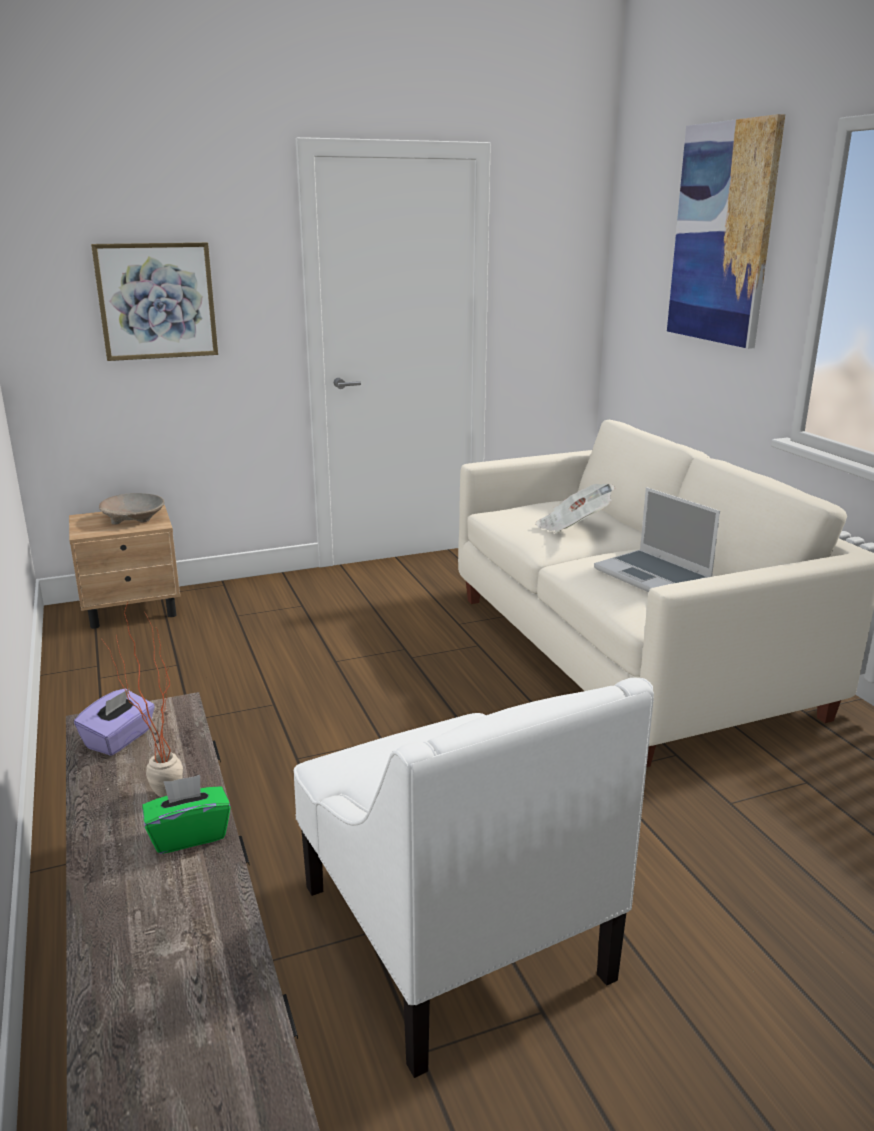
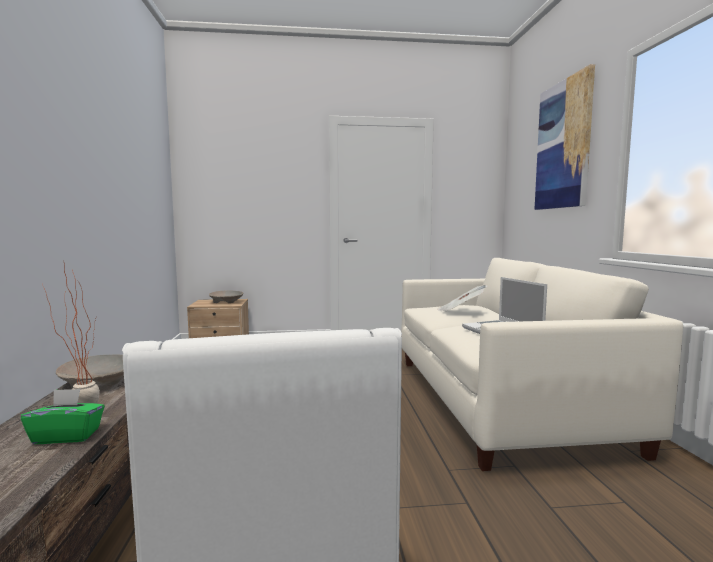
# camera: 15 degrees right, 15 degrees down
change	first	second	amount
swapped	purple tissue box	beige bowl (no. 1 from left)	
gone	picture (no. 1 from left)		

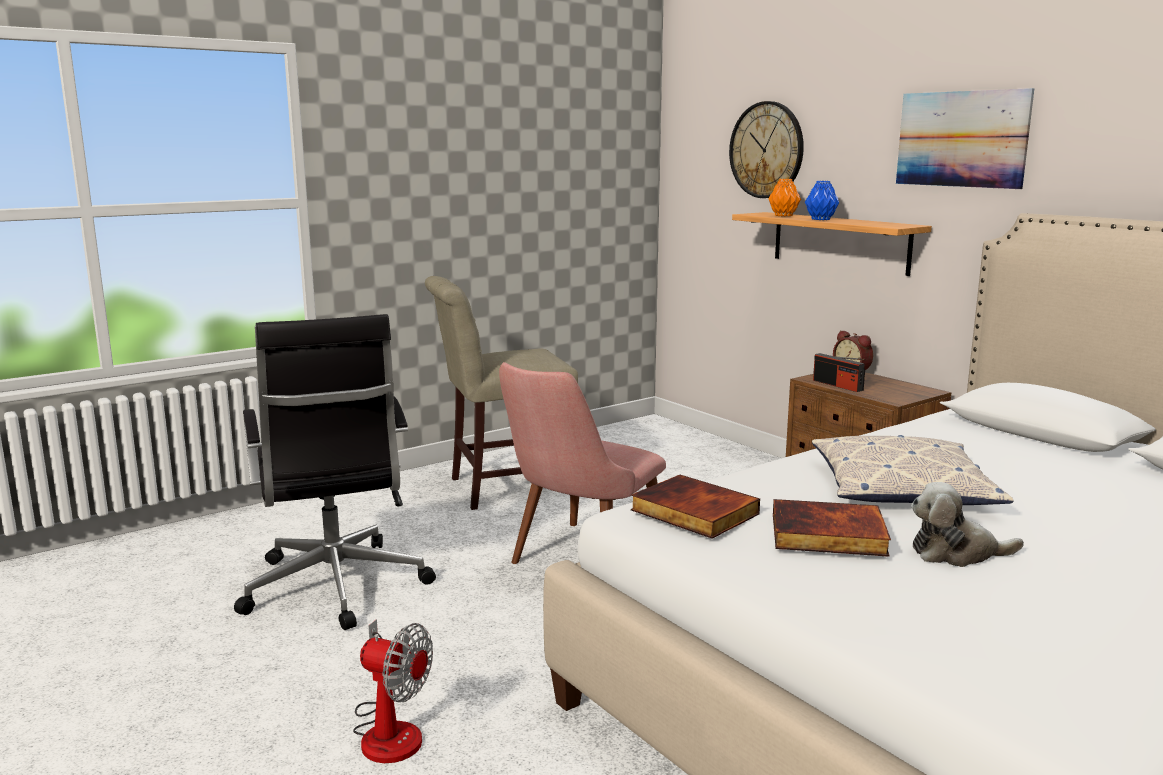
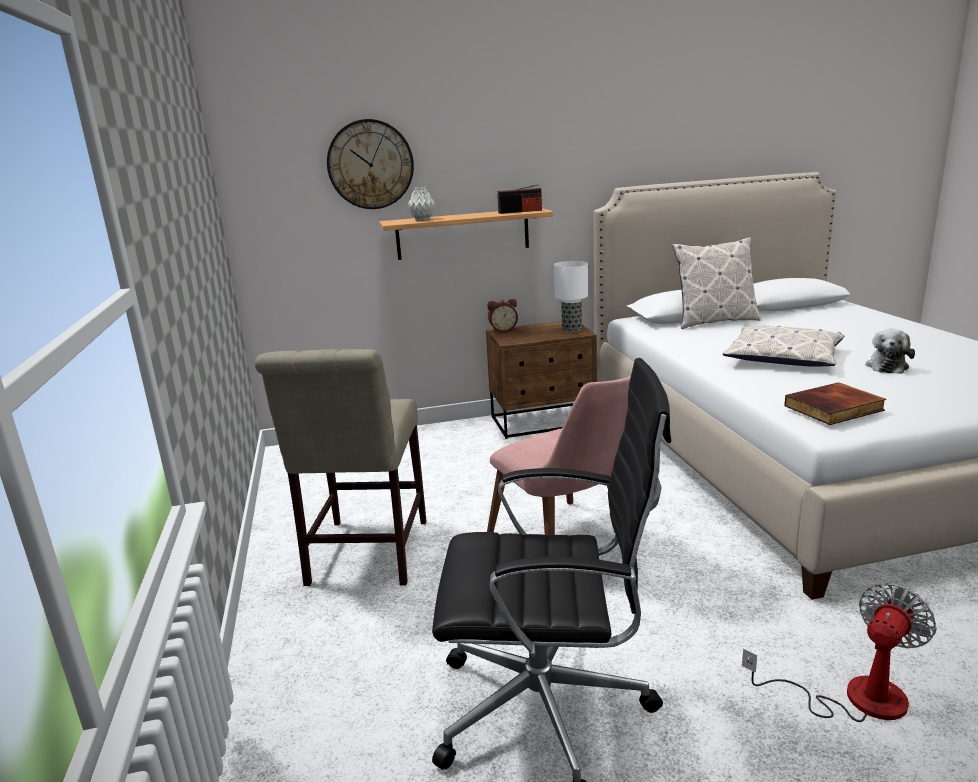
# camera: 65 degrees left, 5 degrees up
change	first	second	amount
repainted	orange vase	grey vase	
shifted	radio		
new		table lamp	
new		pillow (no. 1 from left)	
gone	book (no. 2 from left)		
gone	blue vase		
gone	picture		

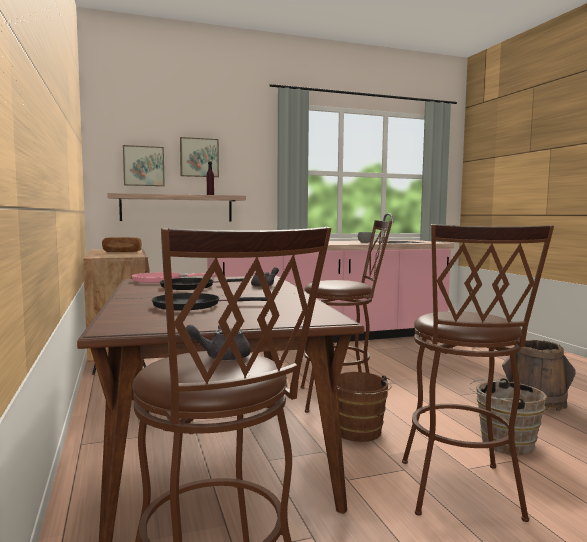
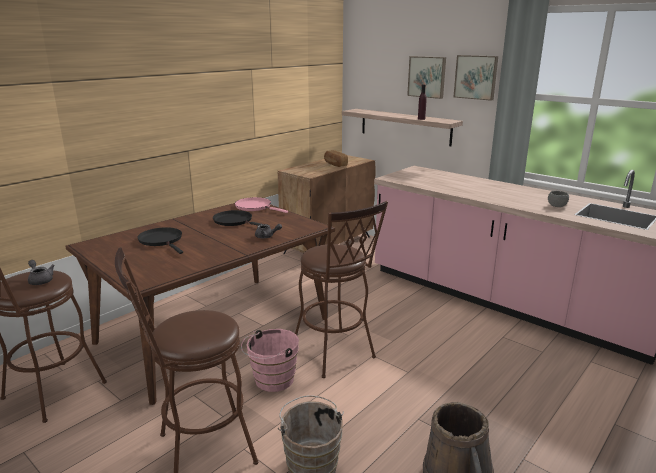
# camera: 60 degrees right, 15 degrees up
change	first	second	amount
repainted	brown bucket (no. 1 from left)	pink bucket	
shifted	picture (no. 1 from left in the first image)	picture (no. 2 from left)	

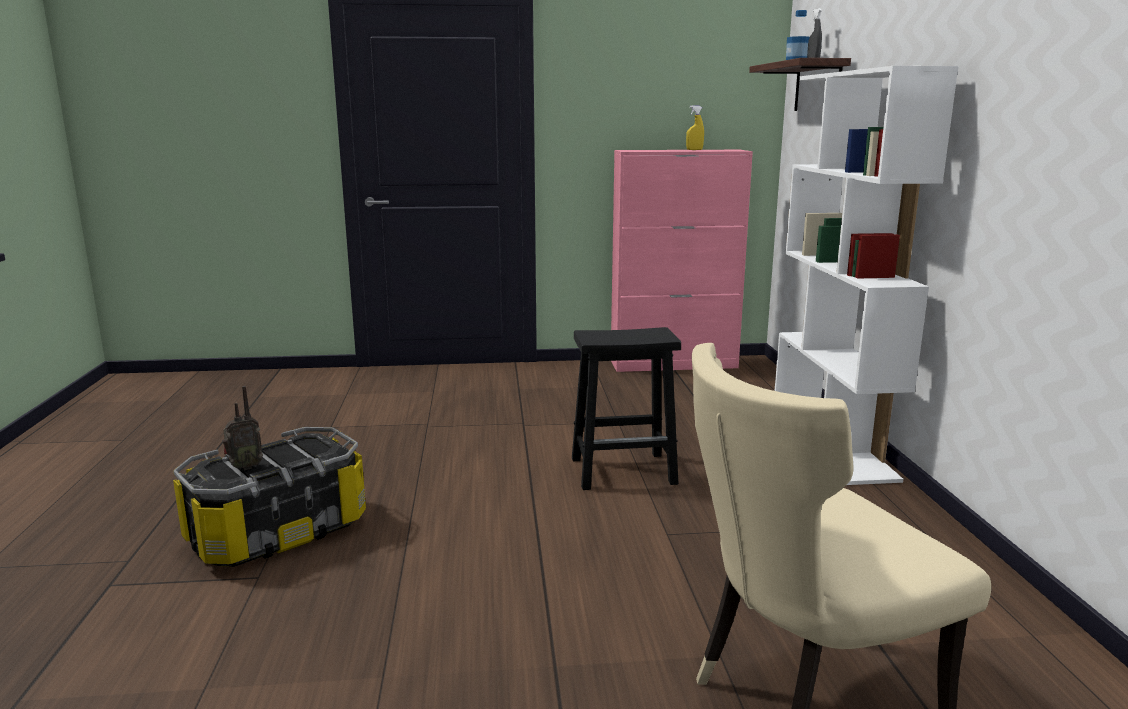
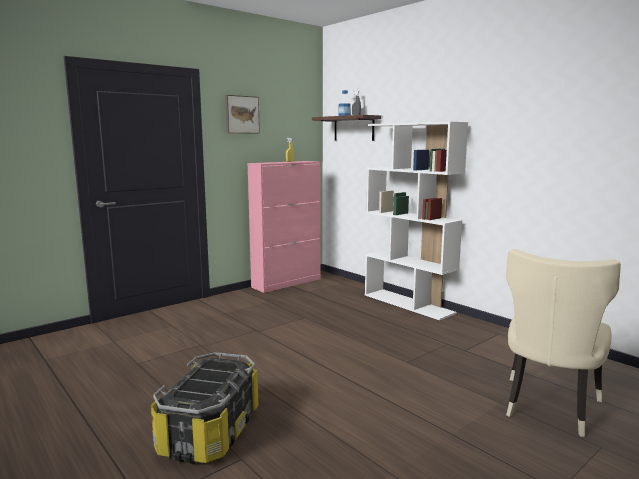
# camera: 35 degrees left, 5 degrees down
change	first	second	amount
new		picture	
gone	radio		
gone	black stool		

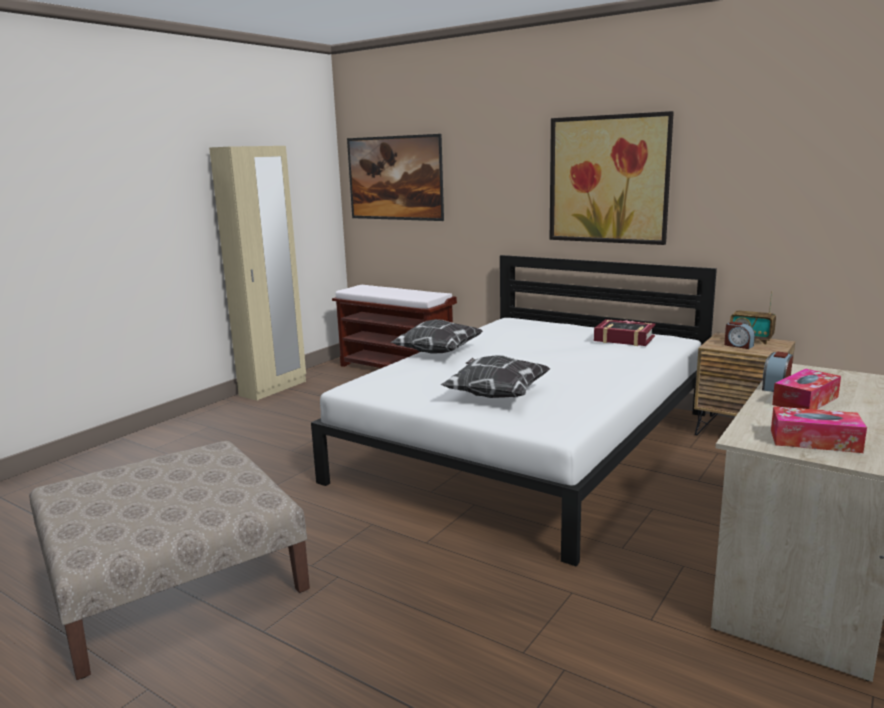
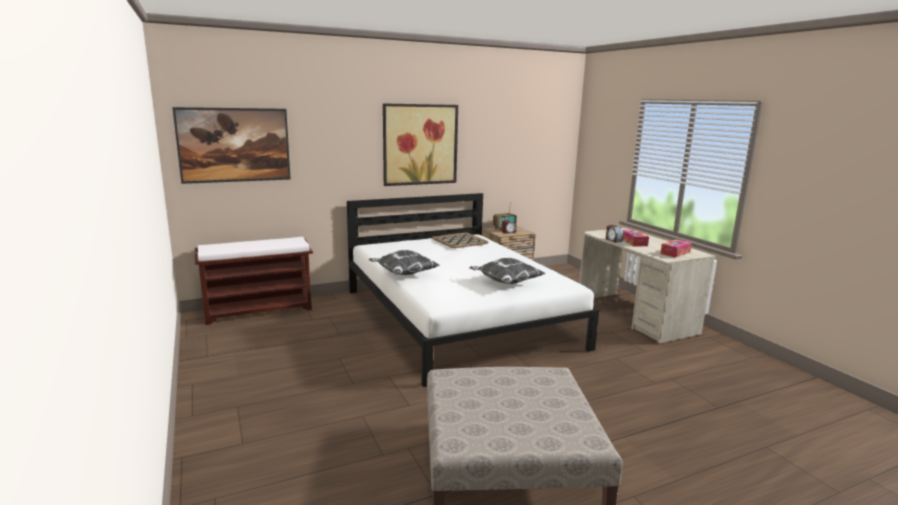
# camera: 60 degrees left, 0 degrees up
change	first	second	amount
swapped	book	tray	
gone	beige wardrobe		

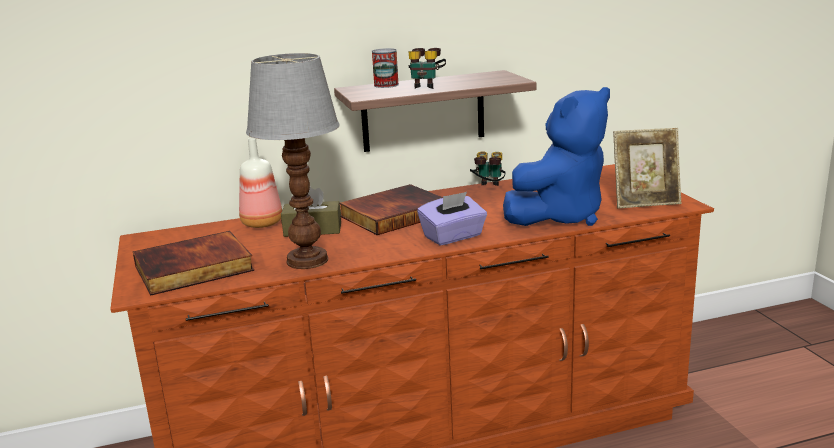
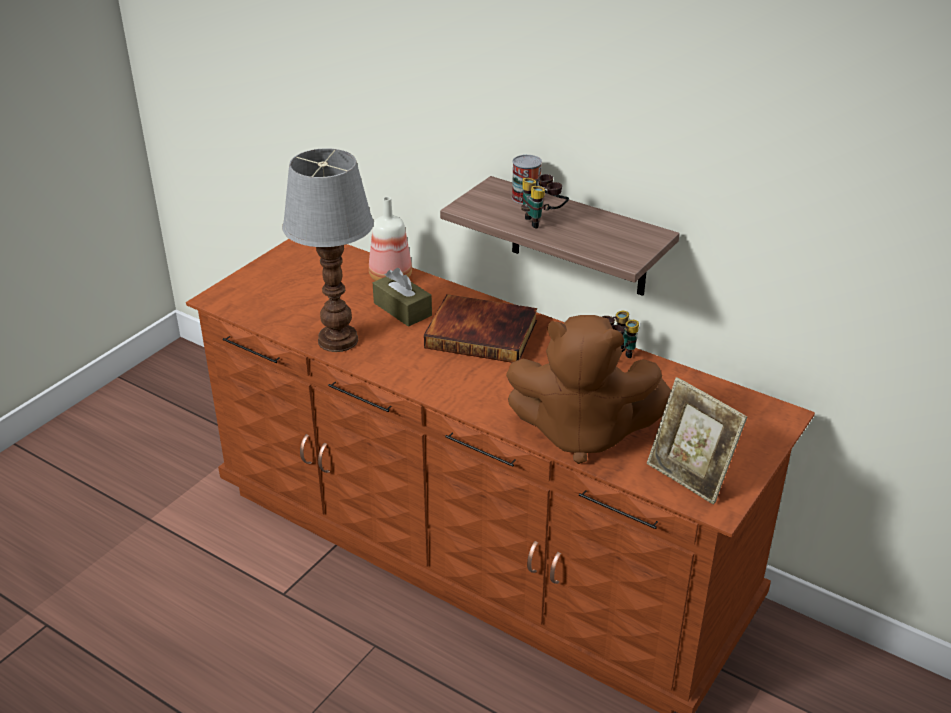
# camera: 50 degrees right, 15 degrees up
change	first	second	amount
repainted	blue plush toy	brown plush toy	
gone	book (no. 1 from left)		
gone	purple tissue box		

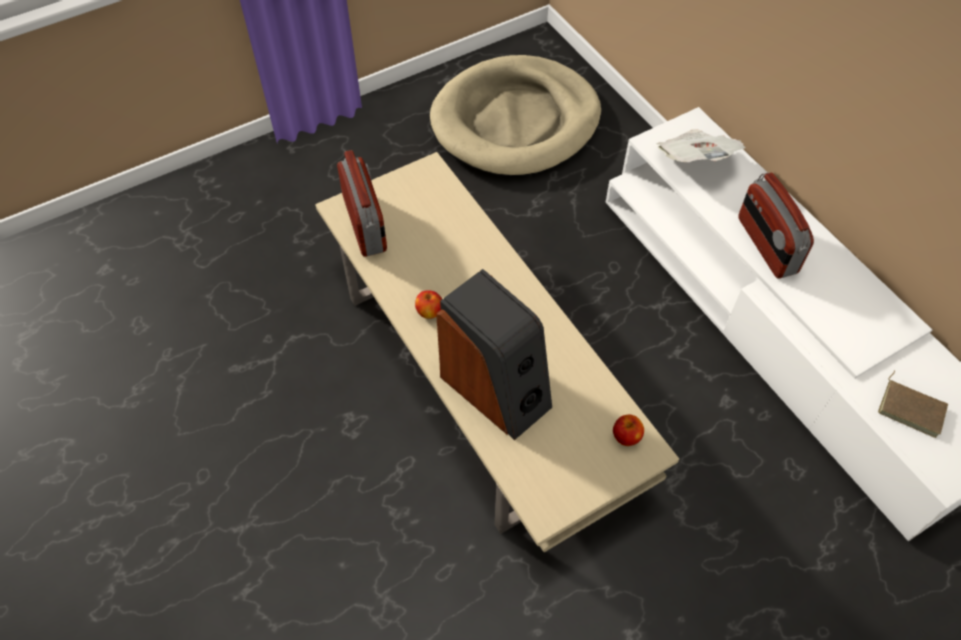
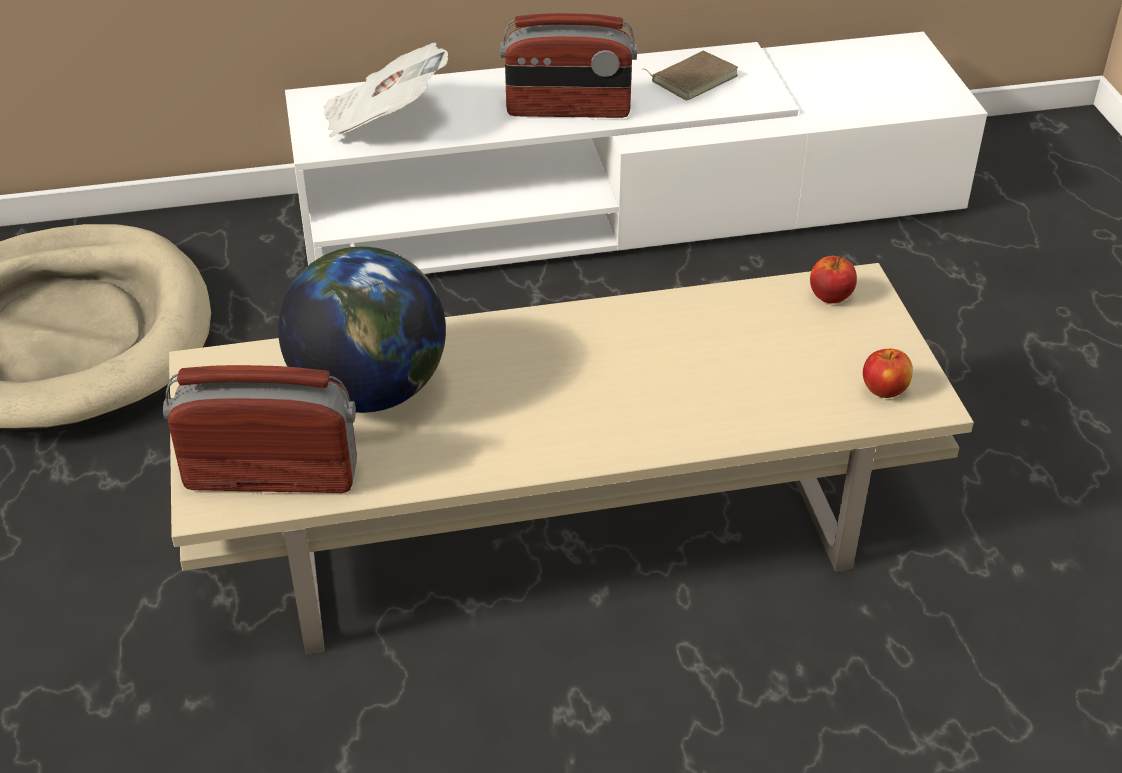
# camera: 70 degrees left, 15 degrees down
change	first	second	amount
new		globe	
shifted	brown book		
shifted	apple (no. 1 from left in the first image)	apple (no. 2 from left)	
gone	speaker		

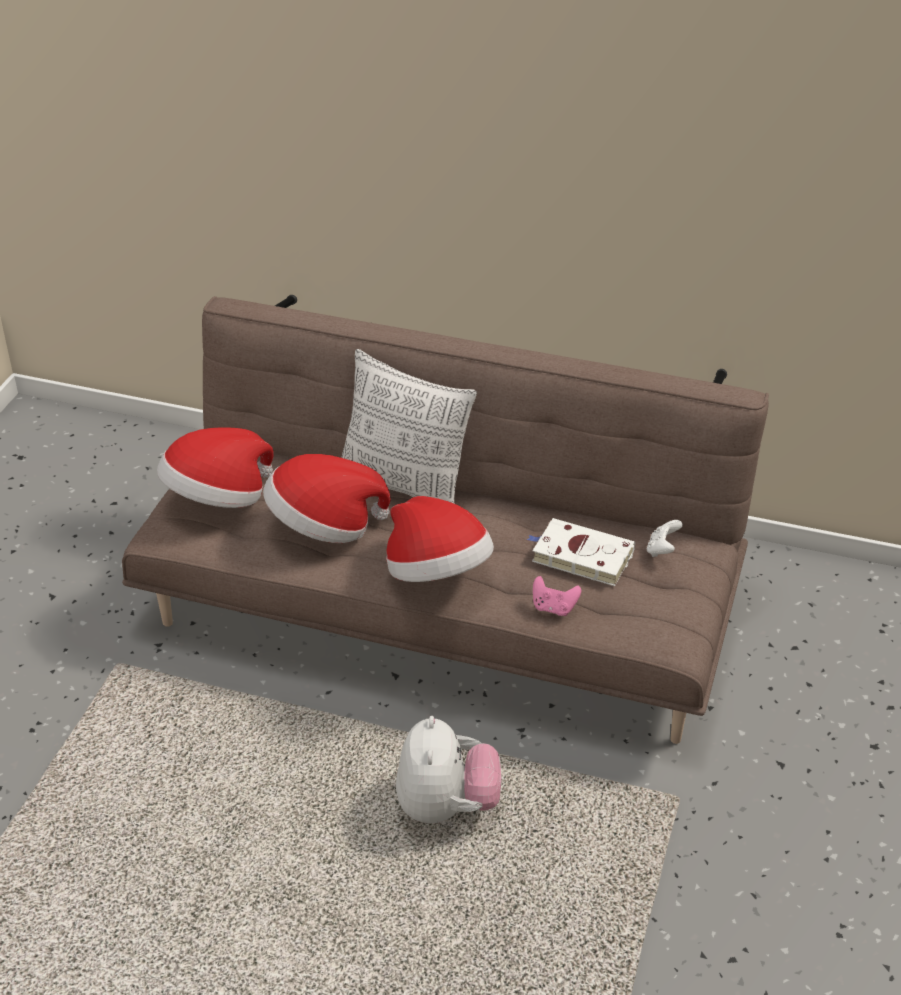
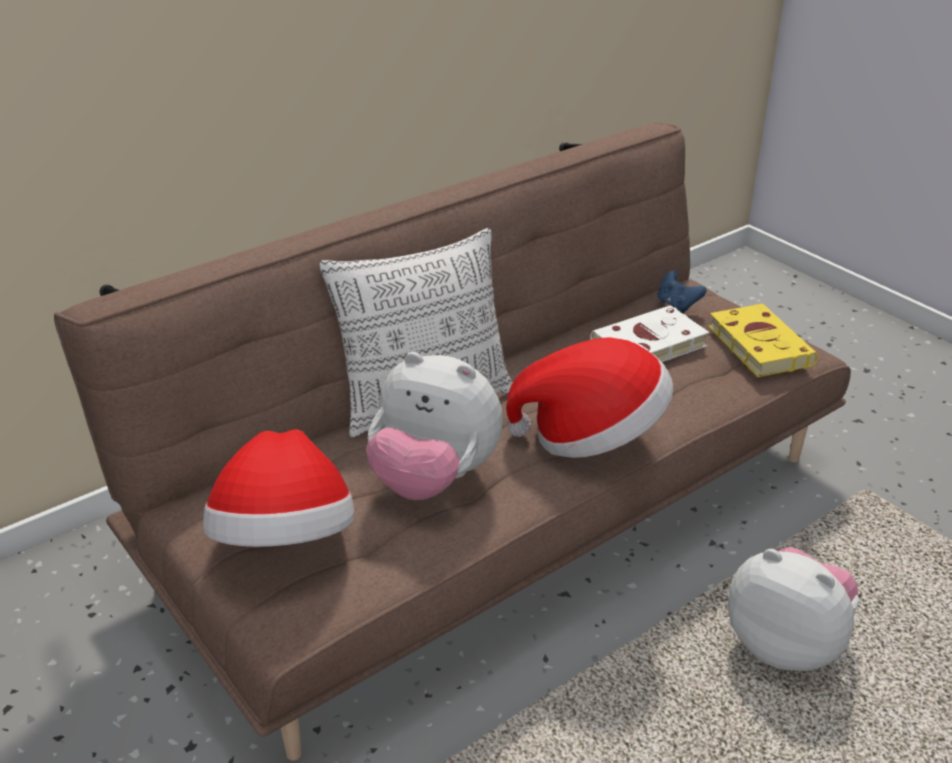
# camera: 55 degrees left, 5 degrees down
change	first	second	amount
swapped	hat (no. 2 from left)	plush toy (no. 1 from left)	
repainted	white game controller	blue game controller	
new		yellow book	
gone	pink game controller		

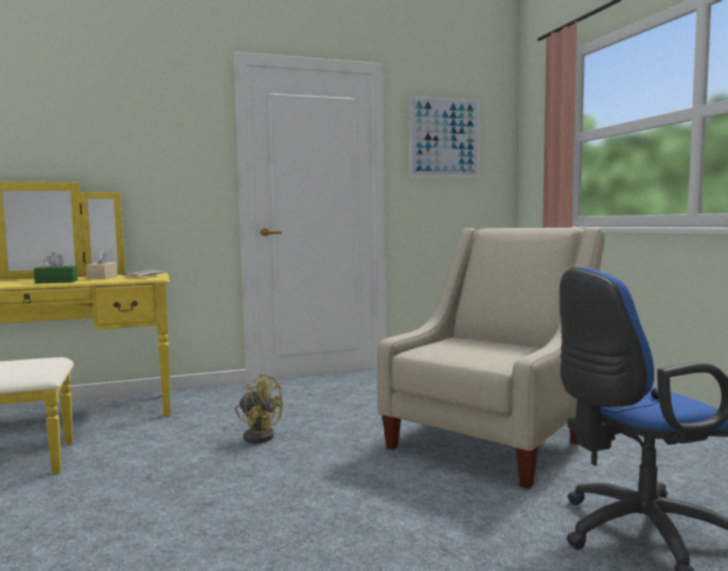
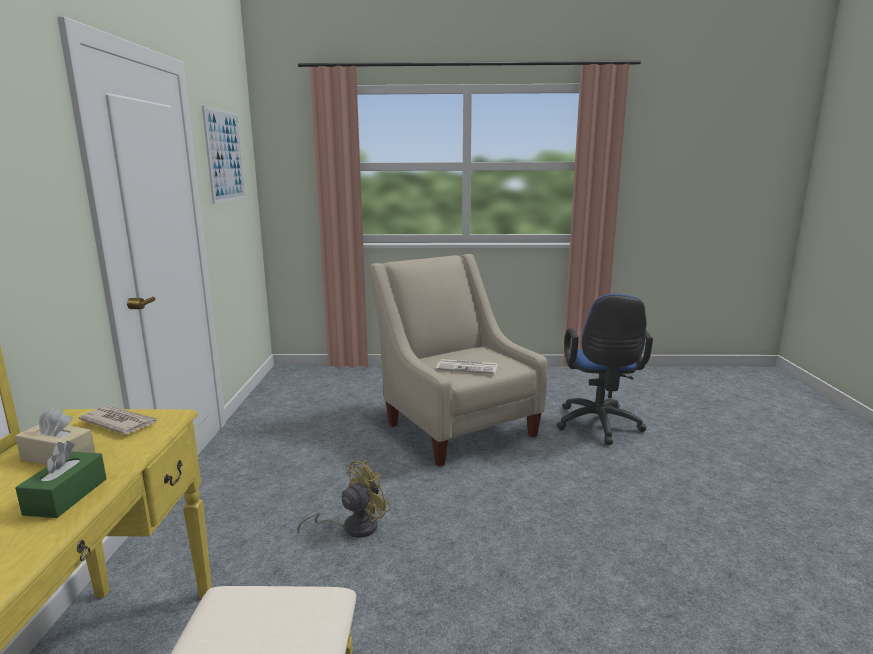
# camera: 70 degrees left, 10 degrees up
change	first	second	amount
new		newspaper (no. 2 from left)	

